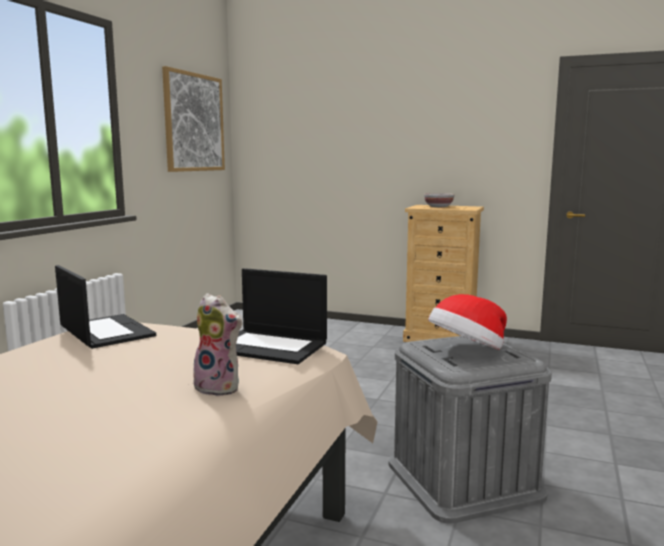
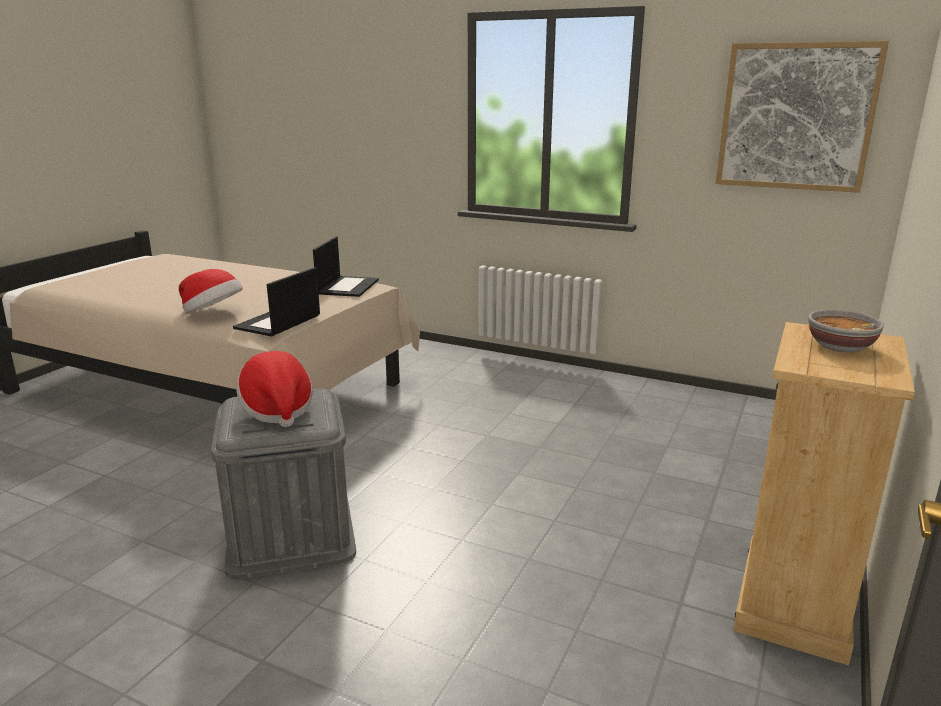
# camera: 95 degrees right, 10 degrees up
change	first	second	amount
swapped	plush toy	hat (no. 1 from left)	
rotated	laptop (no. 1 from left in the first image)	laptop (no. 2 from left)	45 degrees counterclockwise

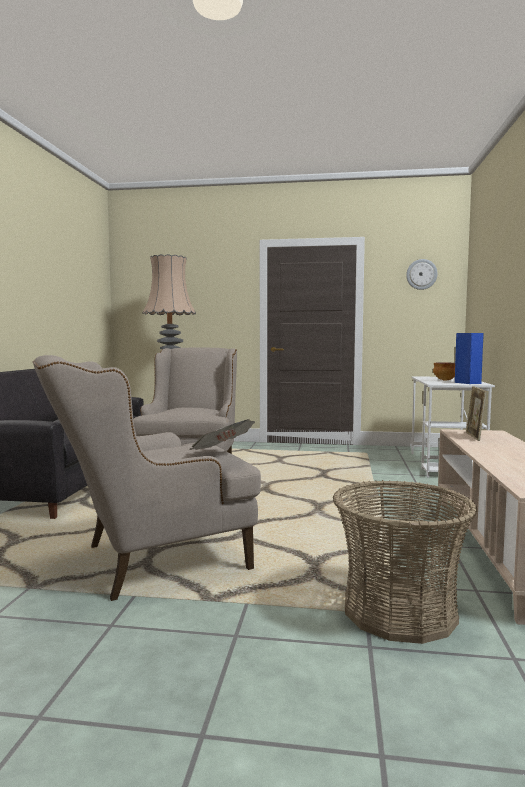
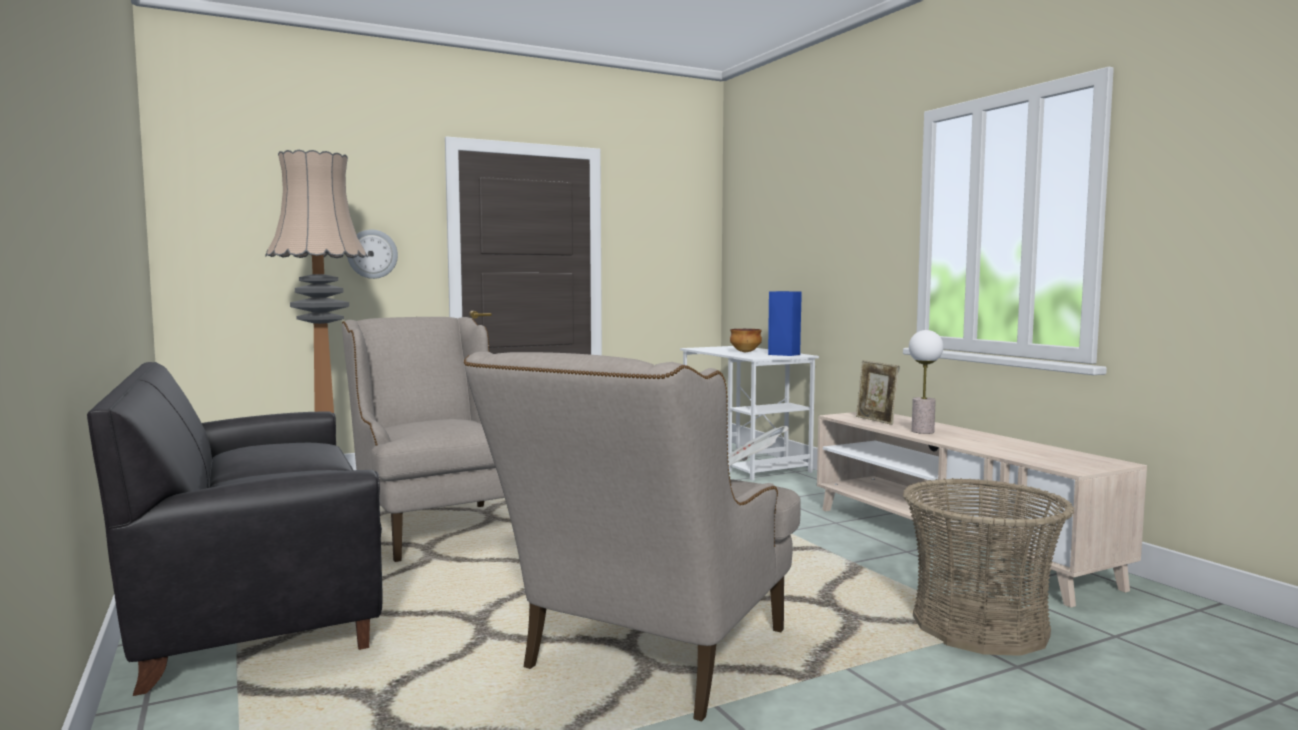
# camera: 35 degrees left, 0 degrees up
change	first	second	amount
shifted	wall clock		
new		table lamp	

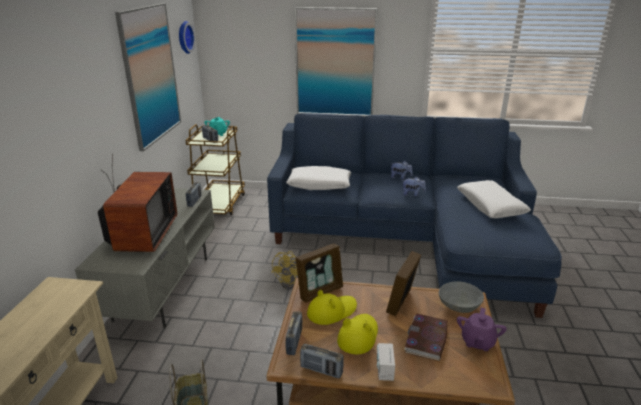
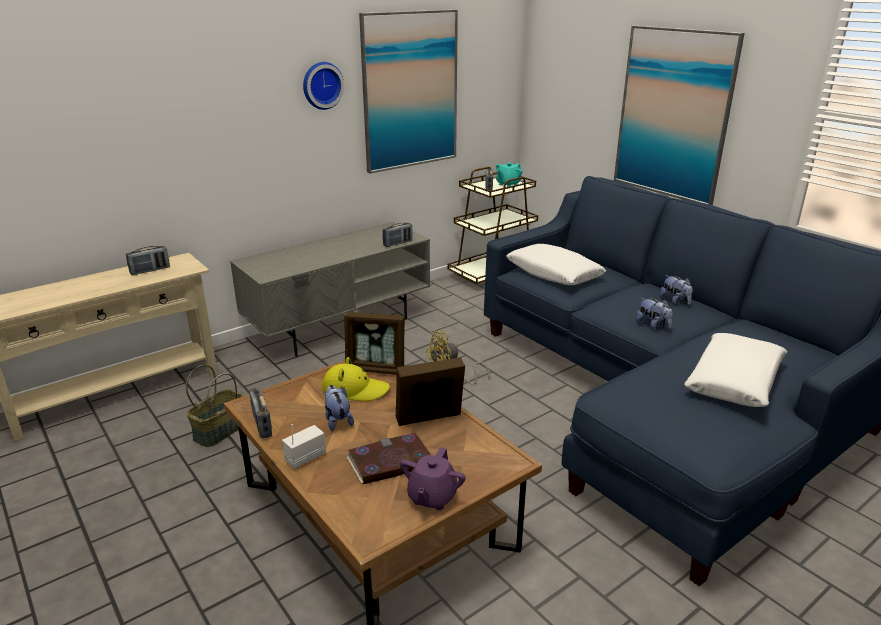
# camera: 45 degrees right, 0 degrees up
change	first	second	amount
shifted	radio (no. 3 from left in the first image)	radio (no. 1 from left)	
shifted	wall clock		
swapped	yellow hat (no. 2 from left)	plush toy (no. 1 from left)	
rotated	purple teapot		45 degrees counterclockwise
gone	television		
gone	grey bowl		

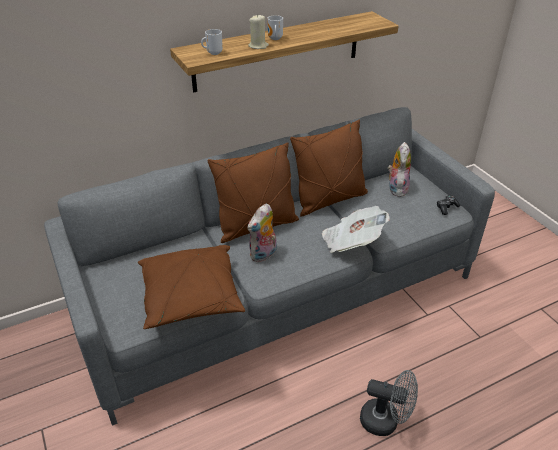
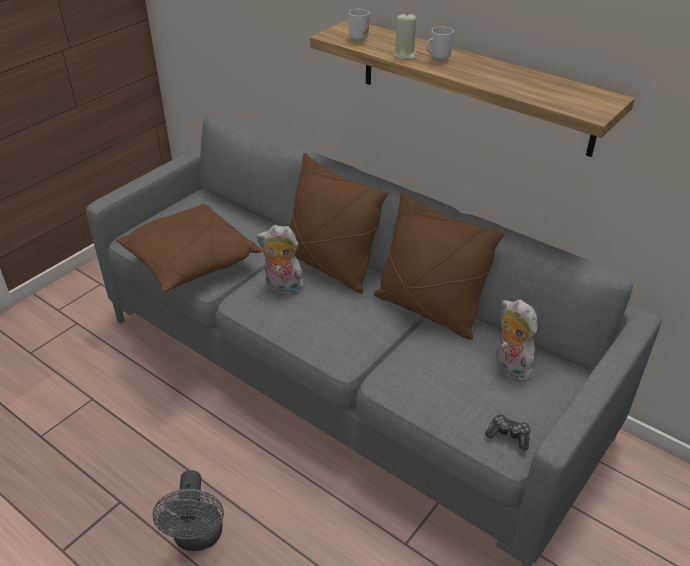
# camera: 65 degrees right, 0 degrees up
change	first	second	amount
rotated	plush toy (no. 2 from left)		105 degrees counterclockwise
gone	newspaper		

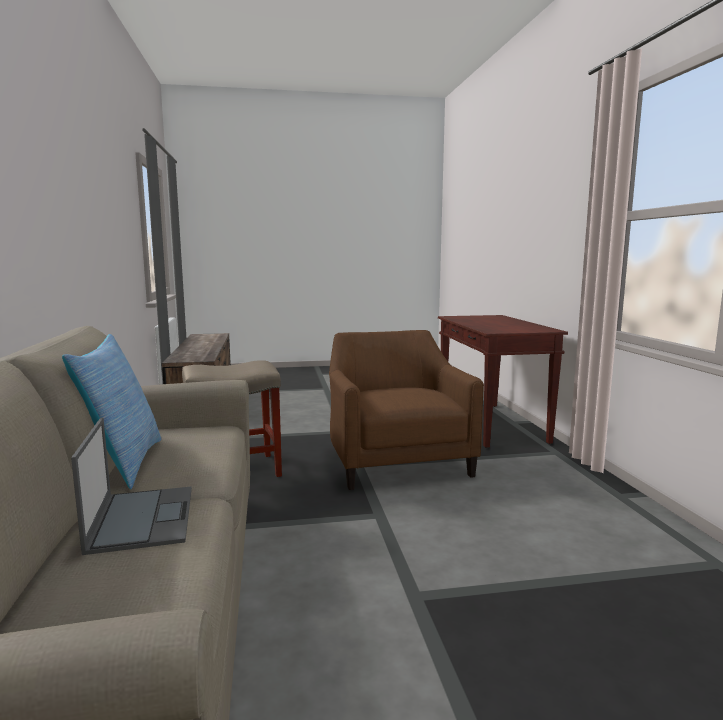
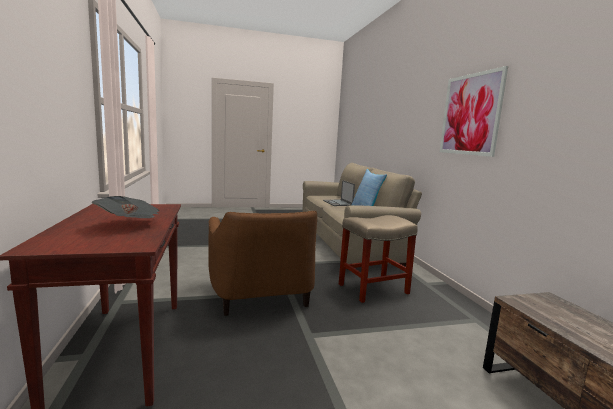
# camera: 175 degrees right, 0 degrees up
change	first	second	amount
new		newspaper	
new		picture	

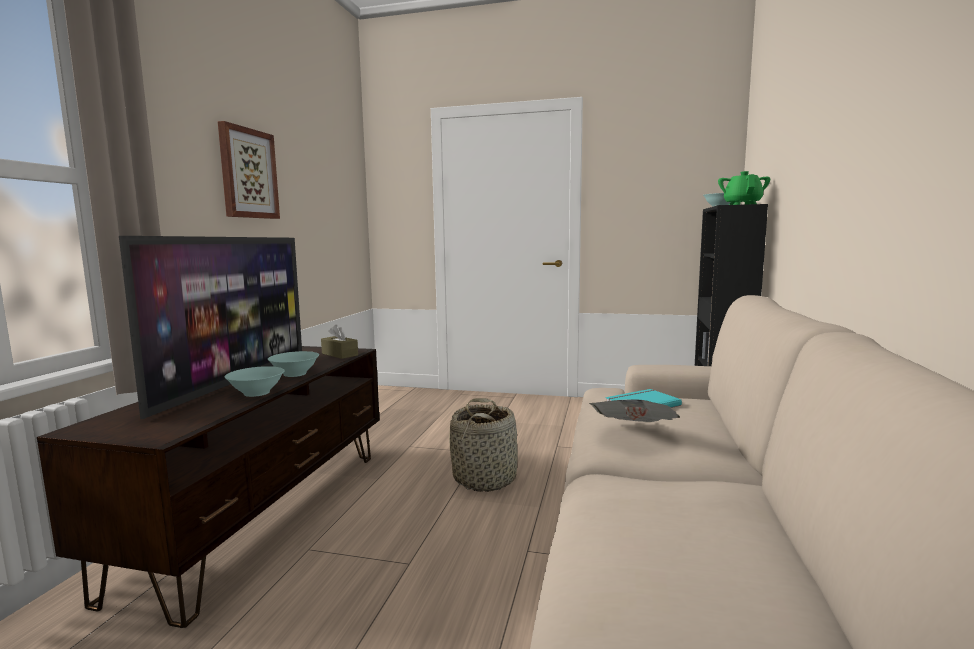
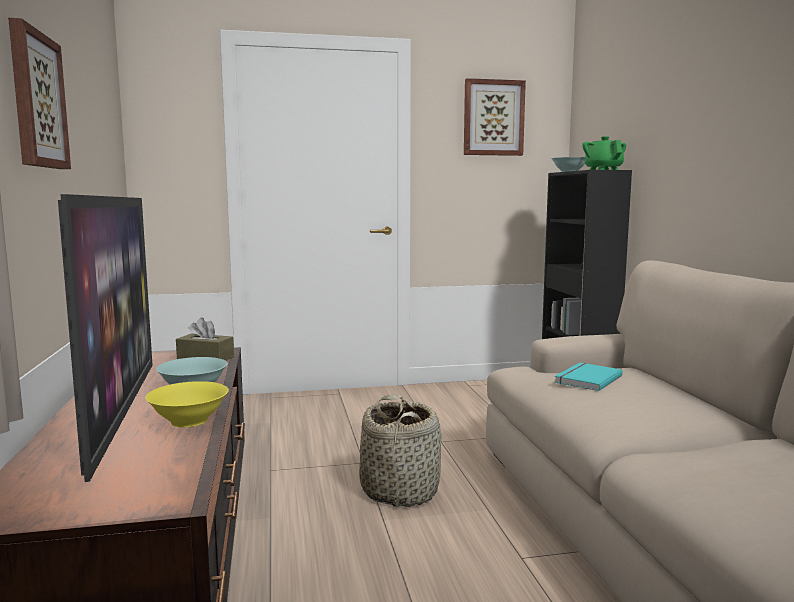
# camera: 25 degrees left, 0 degrees up
change	first	second	amount
repainted	turquoise bowl (no. 1 from left)	yellow bowl	
new		picture (no. 2 from left)	
gone	newspaper		

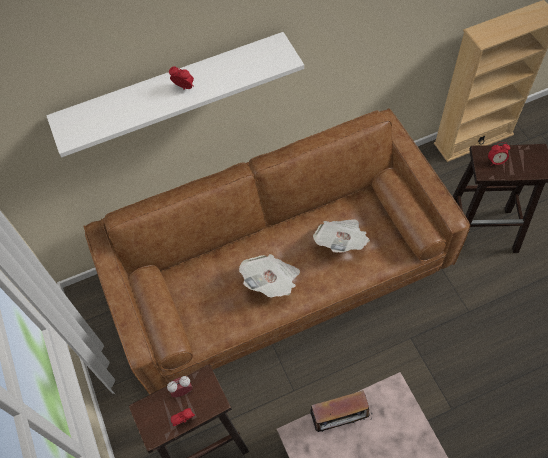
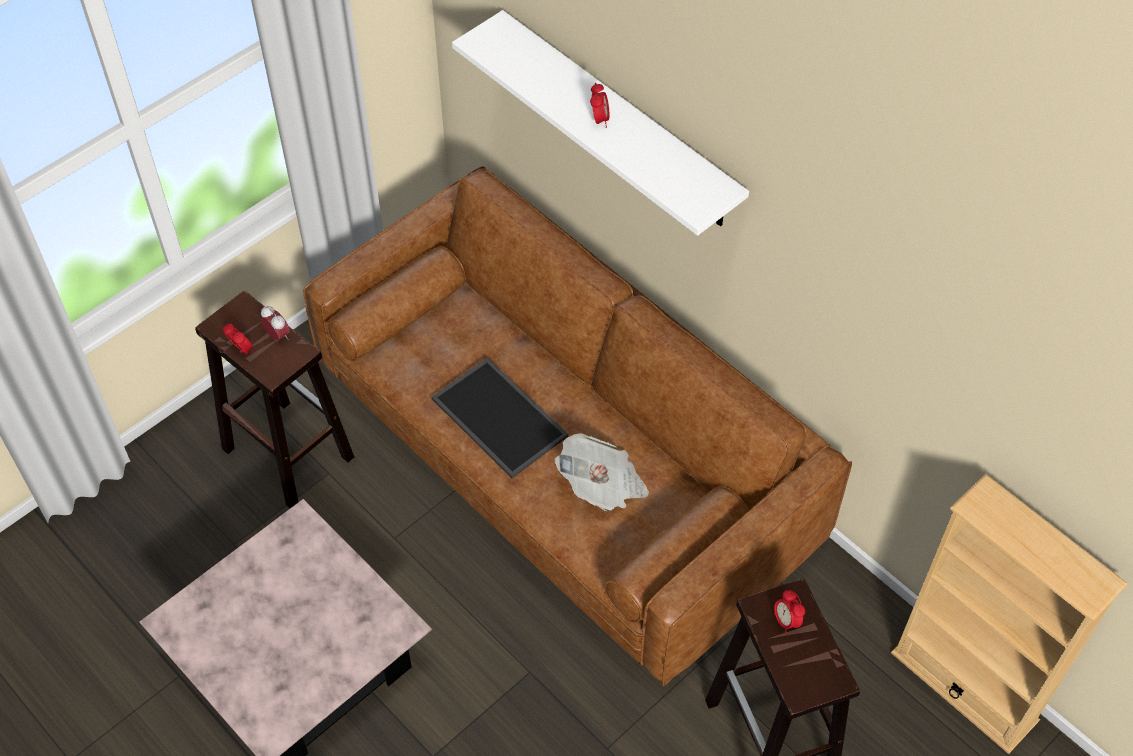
# camera: 65 degrees right, 5 degrees down
change	first	second	amount
swapped	newspaper (no. 1 from left)	tray	
gone	radio		

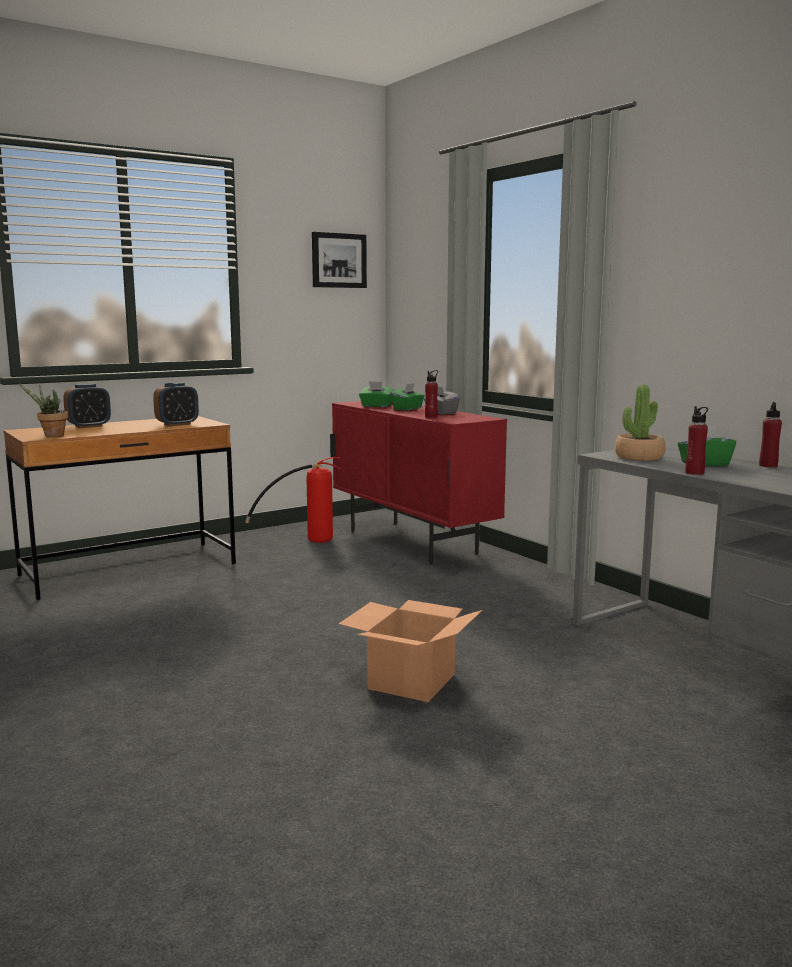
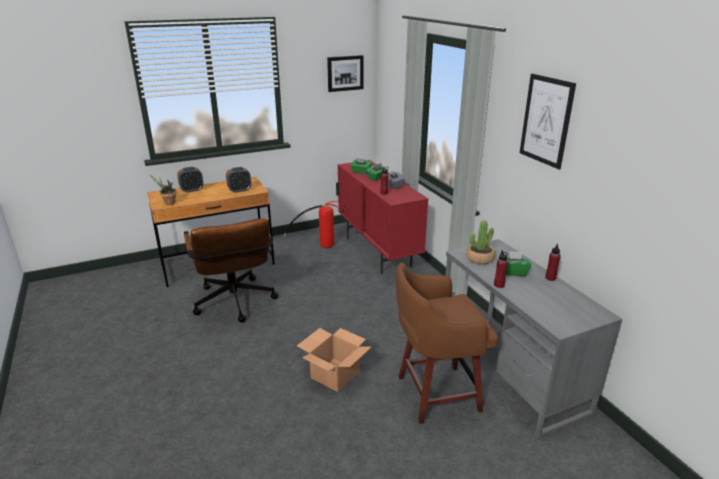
# camera: 10 degrees right, 15 degrees up
change	first	second	amount
new		brown office chair	
new		brown stool	
new		picture (no. 2 from left)	

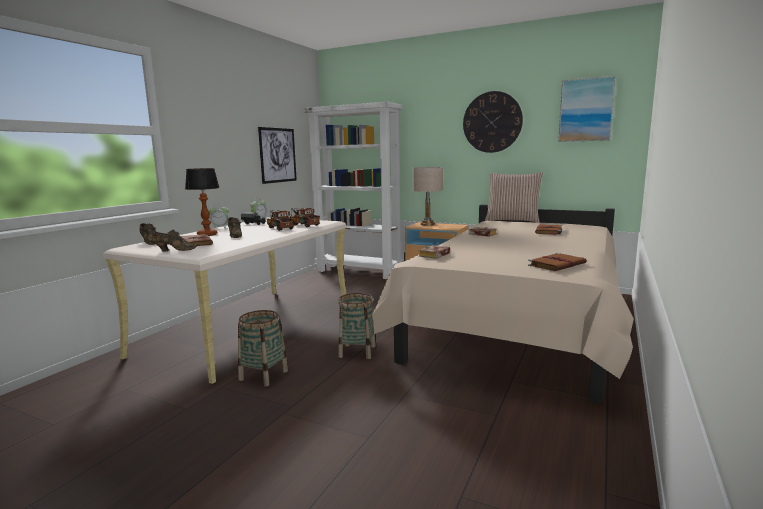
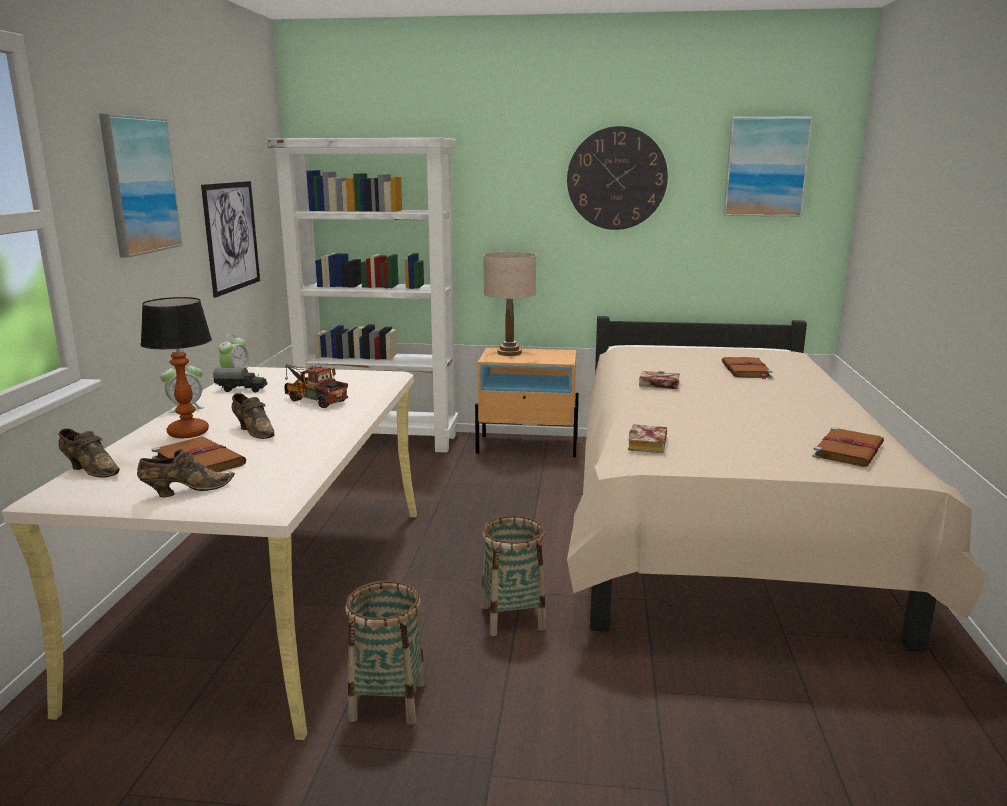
# camera: 20 degrees left, 5 degrees up
change	first	second	amount
new		picture (no. 1 from left)	
gone	toy truck (no. 3 from left)		
gone	pillow		

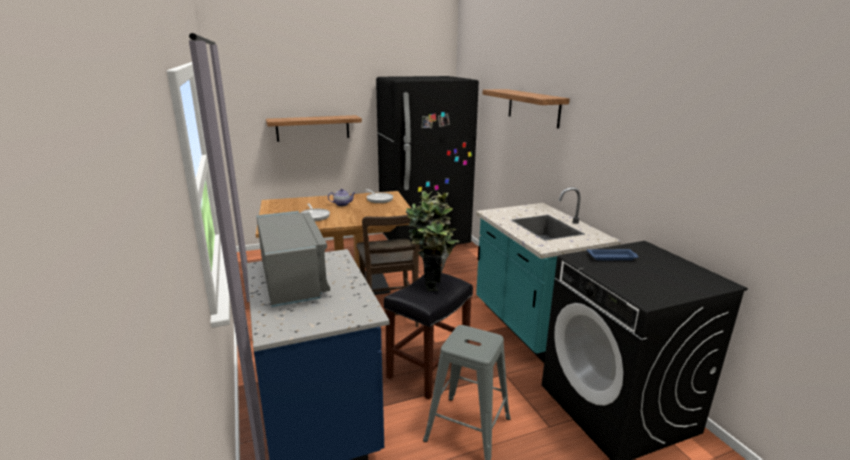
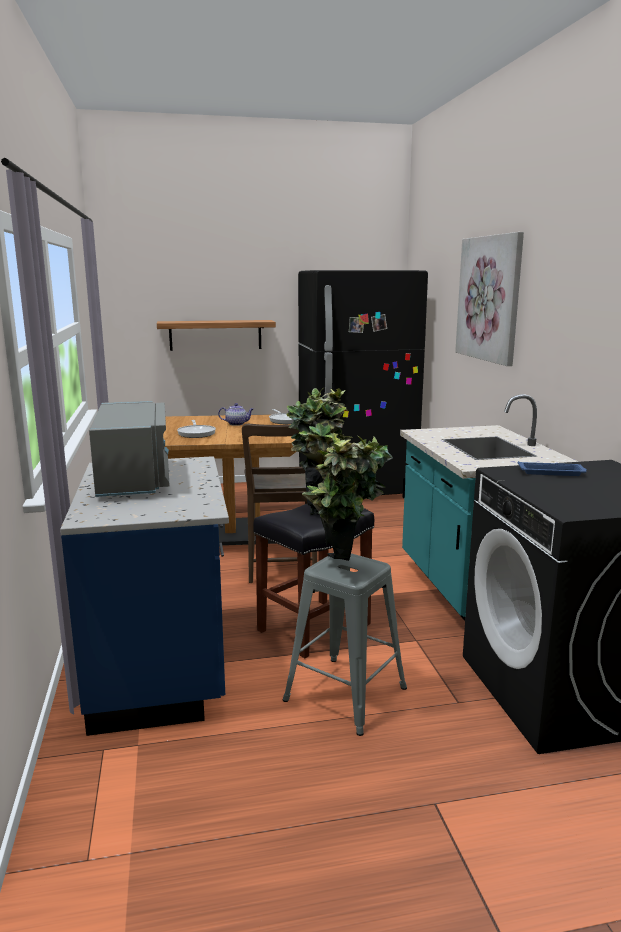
# camera: 10 degrees right, 5 degrees down
change	first	second	amount
new		potted plant (no. 2 from left)	
swapped	shelf (no. 2 from left)	picture	

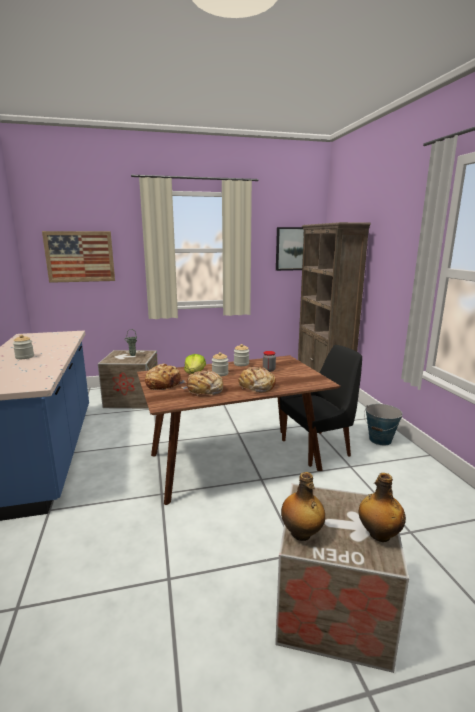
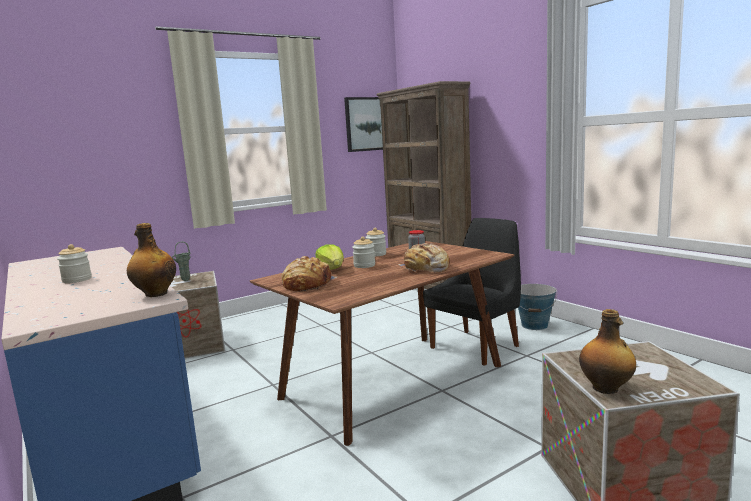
# camera: 20 degrees left, 5 degrees down
change	first	second	amount
shifted	bottle (no. 2 from left in the first image)	bottle (no. 1 from left)	
gone	picture (no. 1 from left)		
gone	bread (no. 2 from left)		

